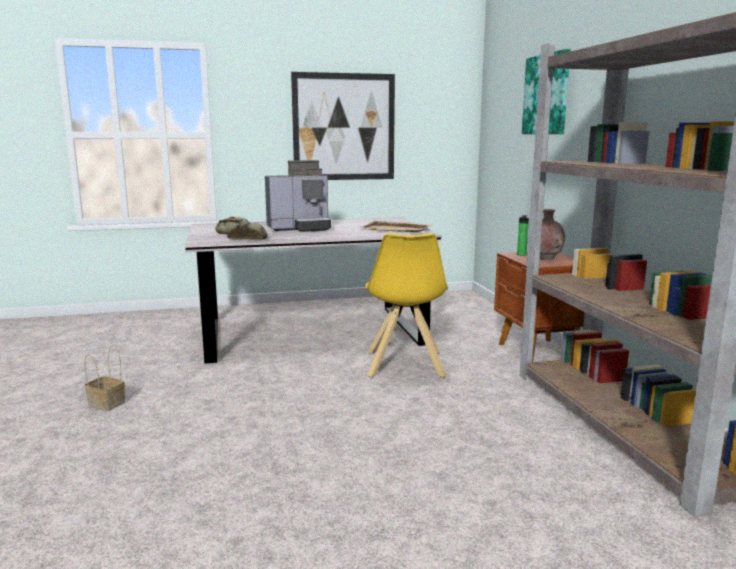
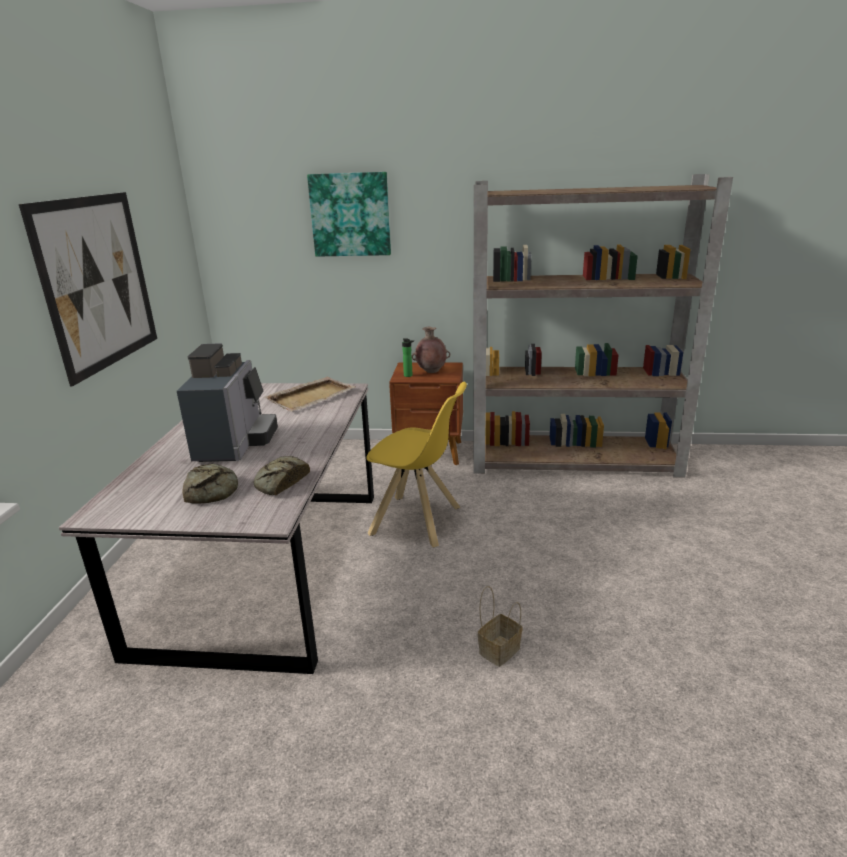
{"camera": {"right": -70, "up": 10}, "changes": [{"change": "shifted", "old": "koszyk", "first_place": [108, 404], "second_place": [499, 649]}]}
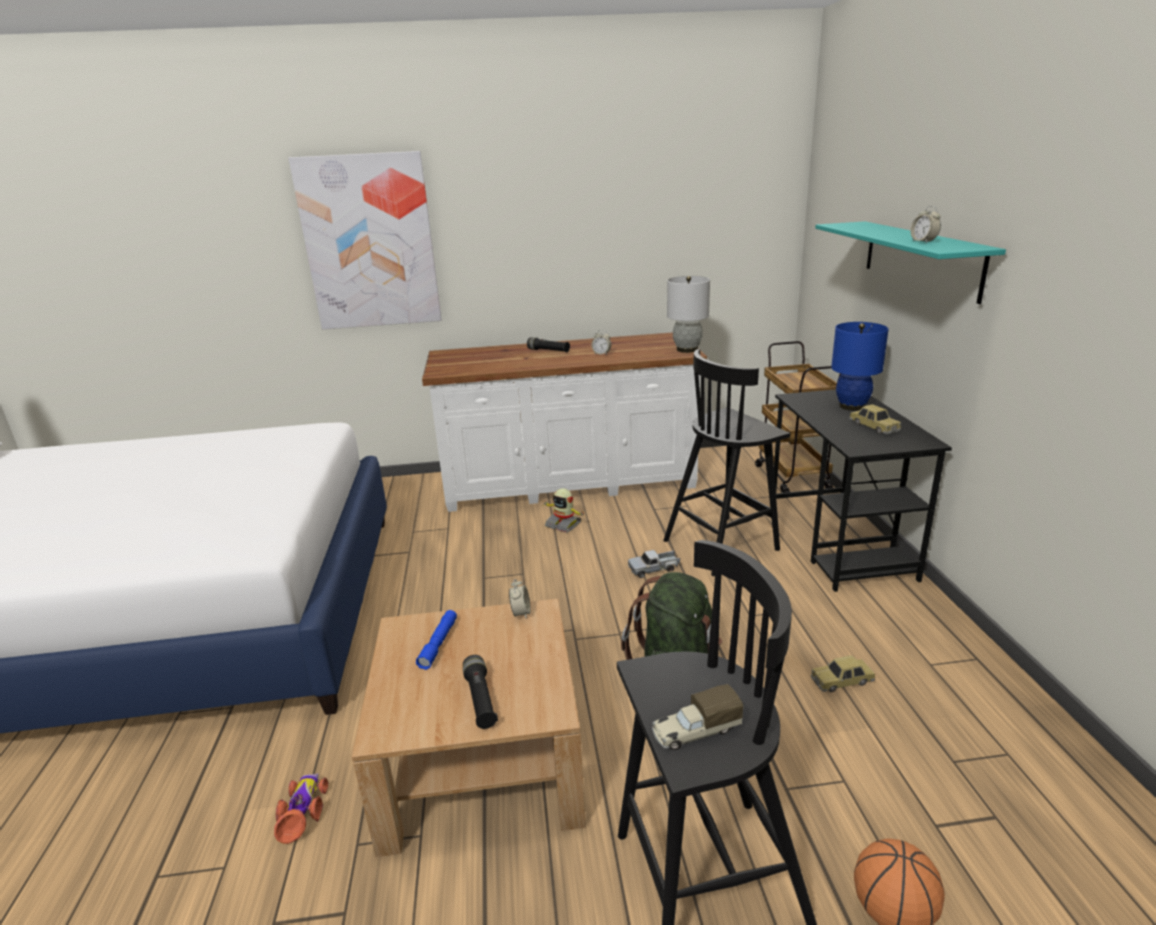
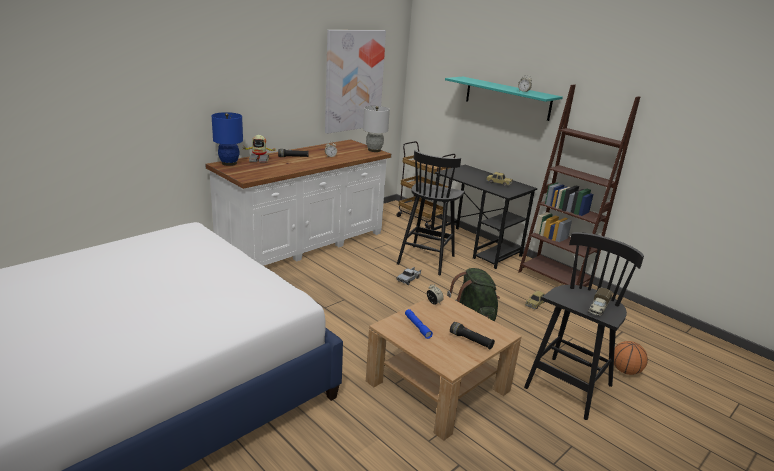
{"camera": {"right": -40, "up": 0}, "changes": [{"change": "gone", "old": "samochodzik", "first_place": [303, 810]}, {"change": "shifted", "old": "obraz", "first_place": [370, 242], "second_place": [354, 81]}, {"change": "shifted", "old": "robot zabawkowy", "first_place": [564, 524], "second_place": [259, 160]}, {"change": "shifted", "old": "lampa stołowa [niebieski]", "first_place": [852, 406], "second_place": [229, 163]}, {"change": "new", "new": "regał [brązowy]", "second_place": [554, 278]}]}
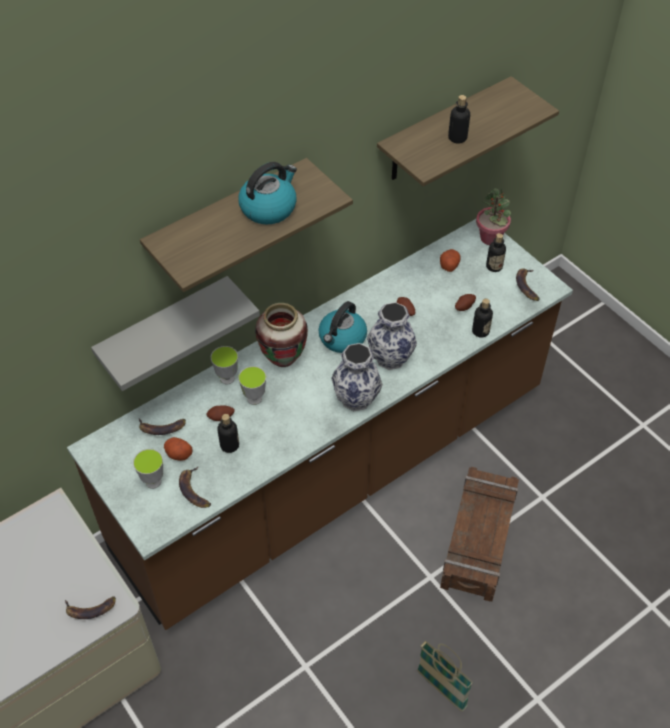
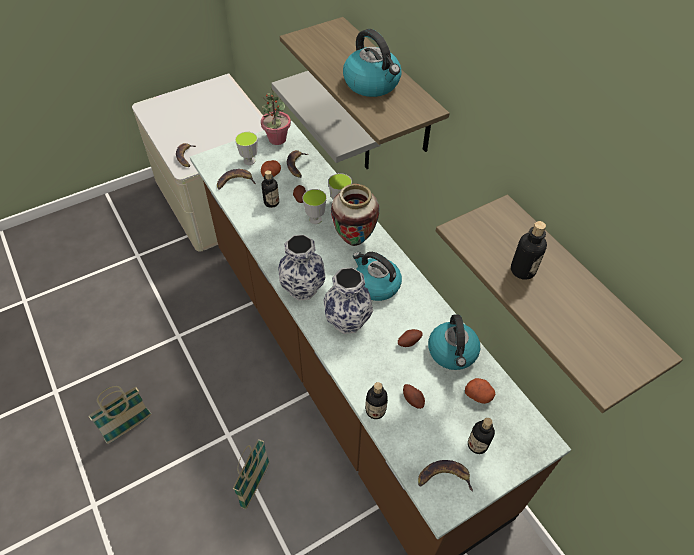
{"camera": {"right": 95, "up": 0}, "changes": [{"change": "swapped", "old": "skrzynka", "new": "koszyk", "first_place": [479, 539], "second_place": [255, 485]}, {"change": "shifted", "old": "roślina doniczkowa", "first_place": [490, 238], "second_place": [277, 139]}, {"change": "new", "new": "czajnik", "second_place": [452, 352]}]}
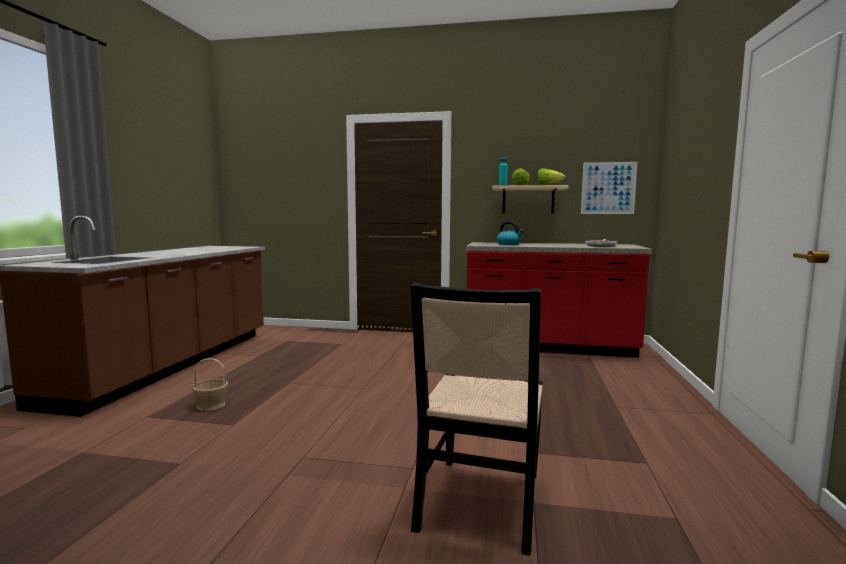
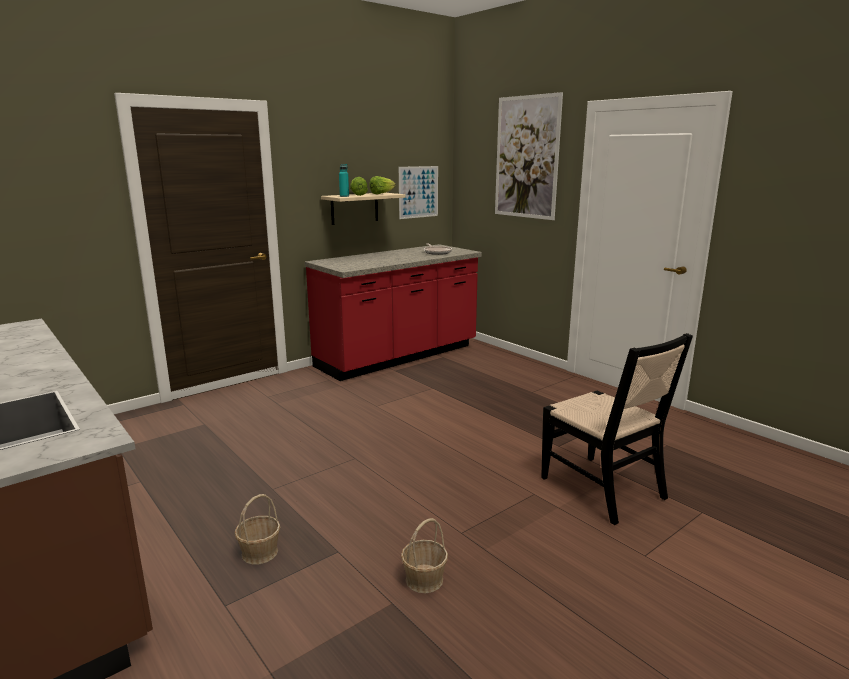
{"camera": {"right": -50, "up": 10}, "changes": [{"change": "gone", "old": "czajnik", "first_place": [509, 244]}, {"change": "new", "new": "koszyk", "second_place": [424, 580]}, {"change": "new", "new": "obraz", "second_place": [526, 157]}]}
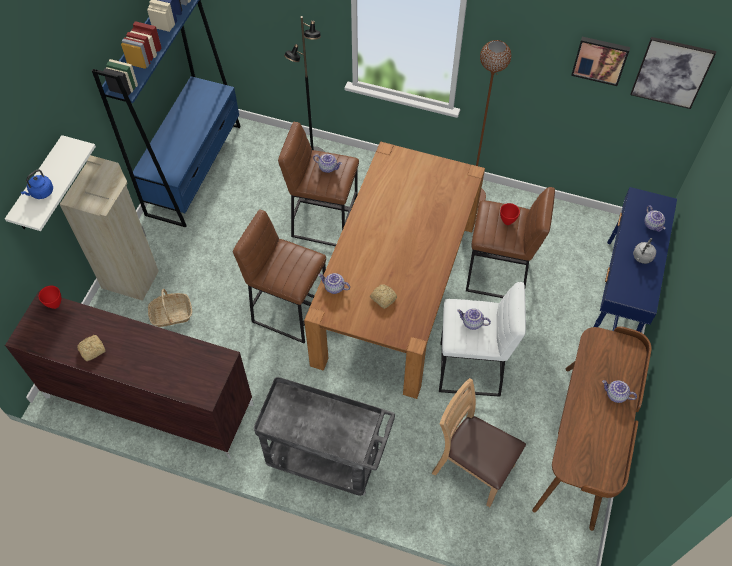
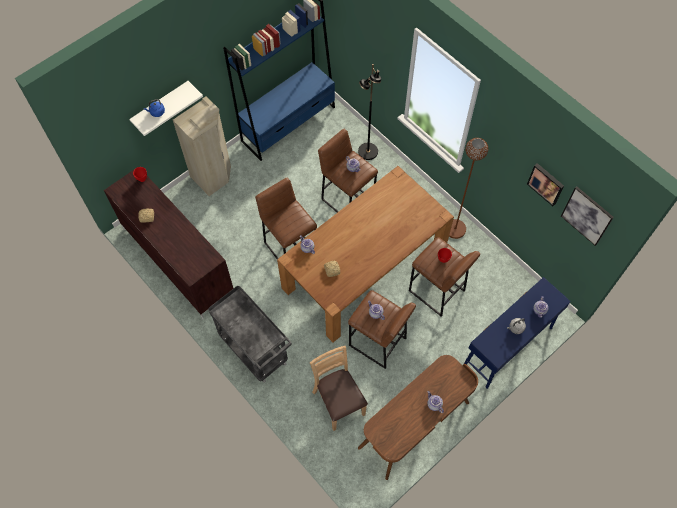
{"camera": {"right": 30, "up": 5}, "changes": [{"change": "gone", "old": "koszyk", "first_place": [171, 314]}, {"change": "repainted", "old": "stołek [biały]", "new": "stołek [brązowy]", "first_place": [471, 369], "second_place": [378, 342]}]}
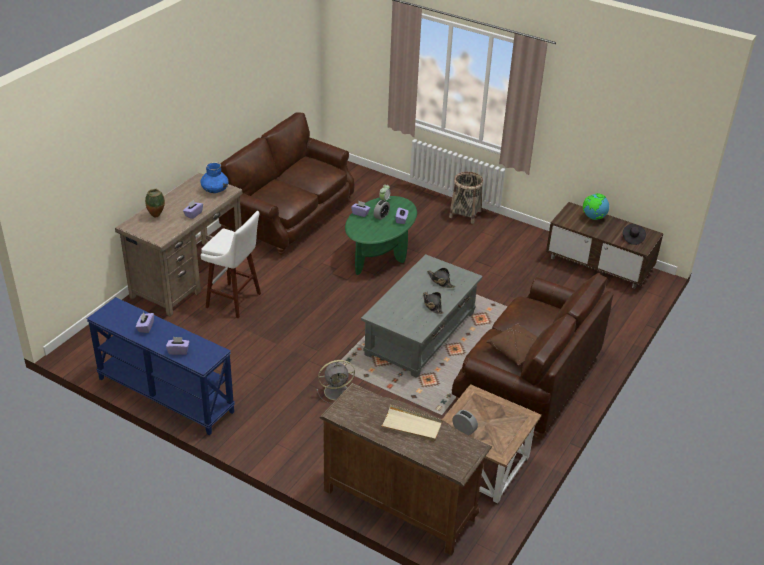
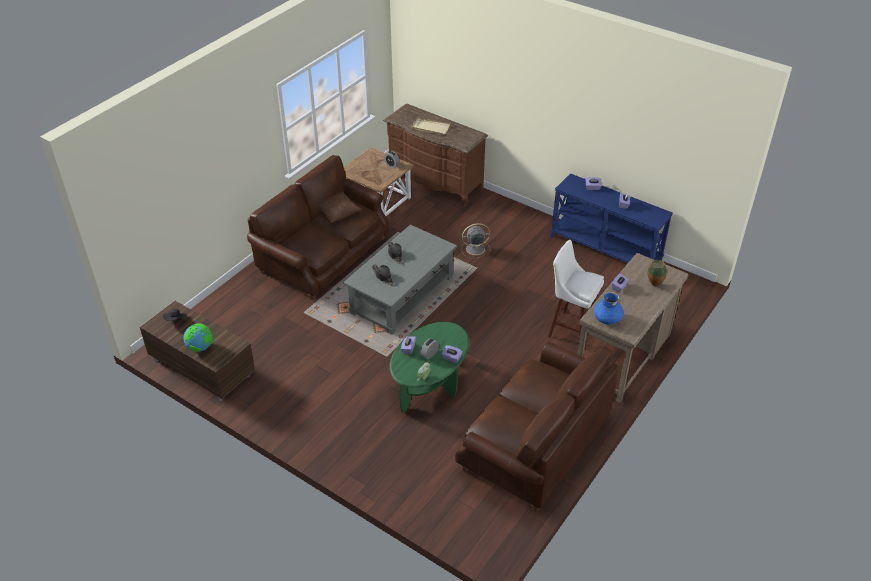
{"camera": {"right": -175, "up": 5}, "changes": [{"change": "gone", "old": "koszyk", "first_place": [465, 214]}]}
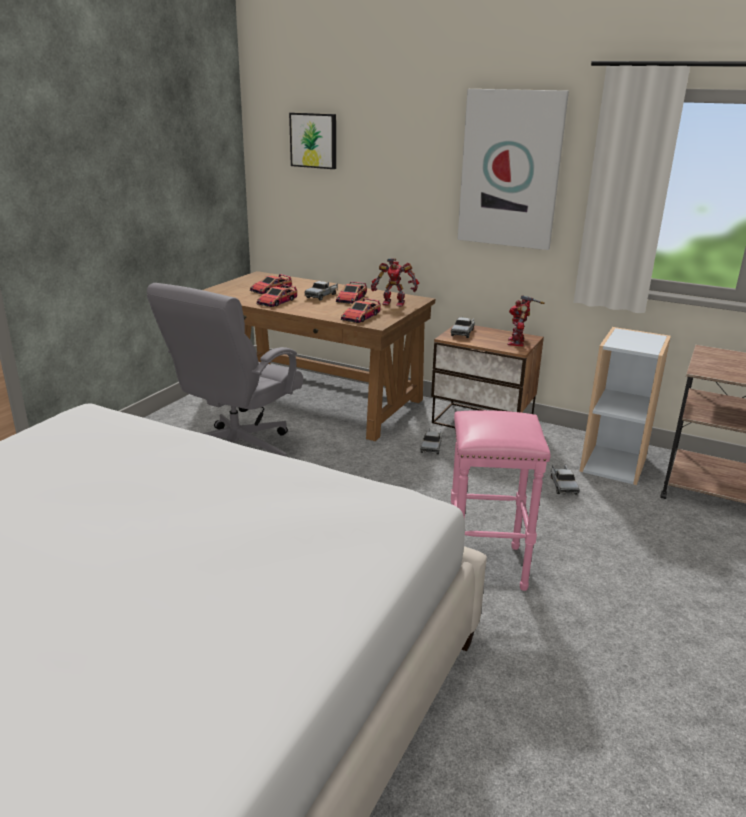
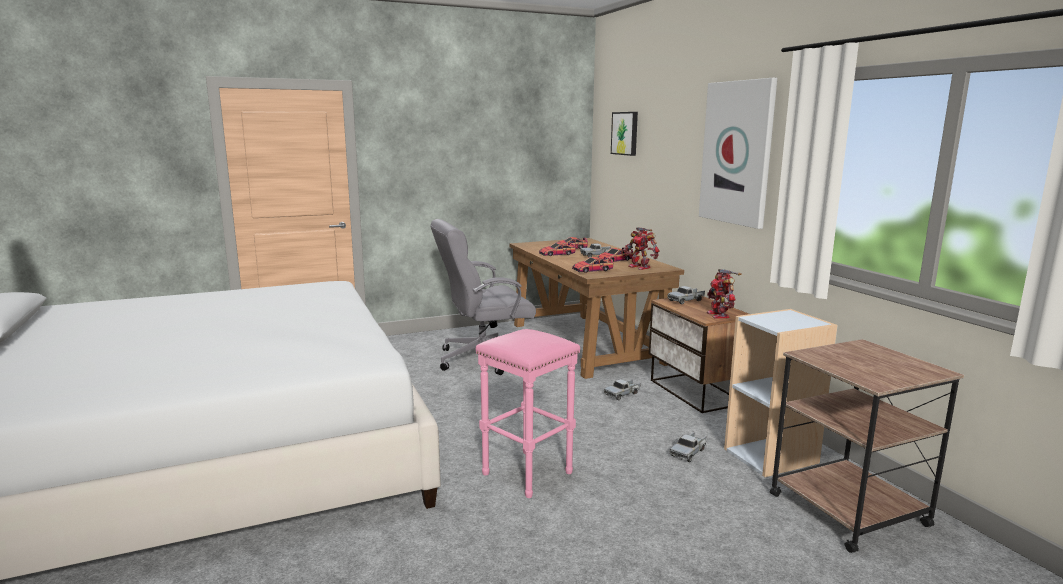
{"camera": {"right": 40, "up": -10}, "changes": [{"change": "rotated", "old": "robot zabawkowy", "first_place": [518, 342], "second_place": [719, 315], "degrees": -60}]}
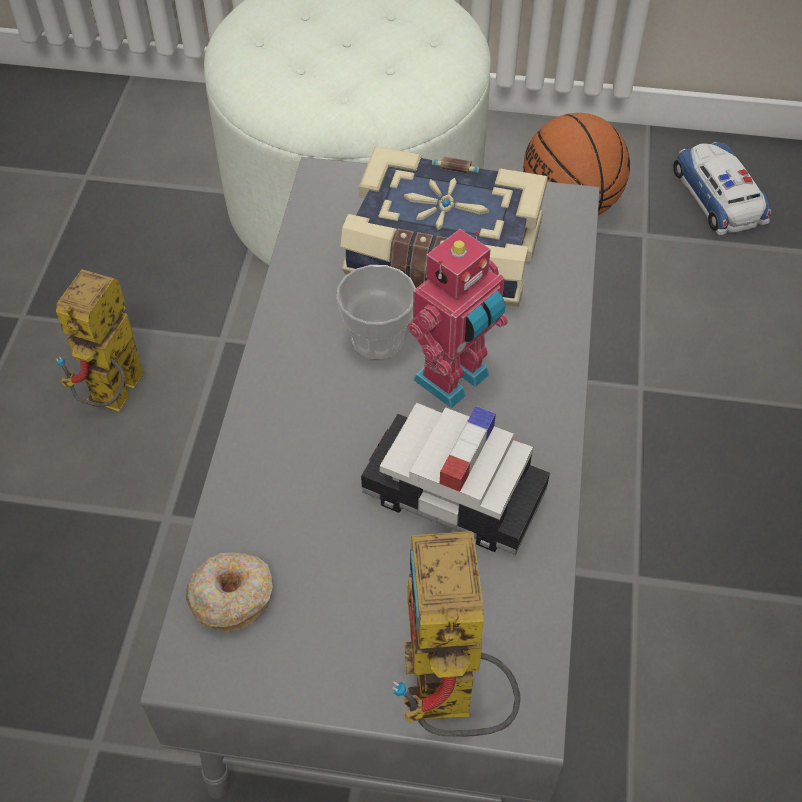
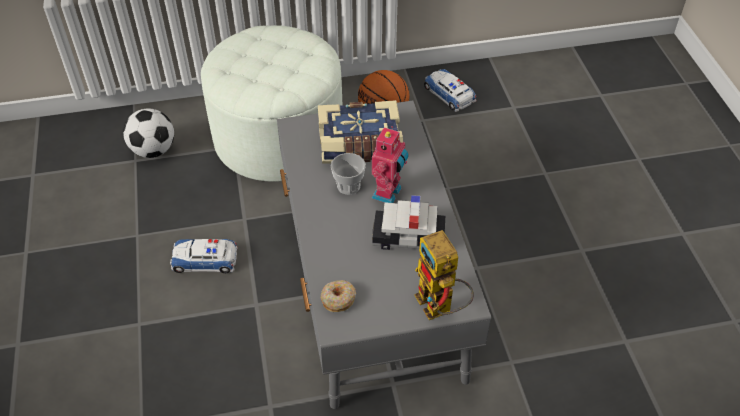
{"camera": {"right": -20, "up": -5}, "changes": [{"change": "swapped", "old": "robot zabawkowy", "new": "samochodzik", "first_place": [115, 399], "second_place": [205, 260]}, {"change": "new", "new": "piłka futbolowa", "second_place": [153, 150]}]}
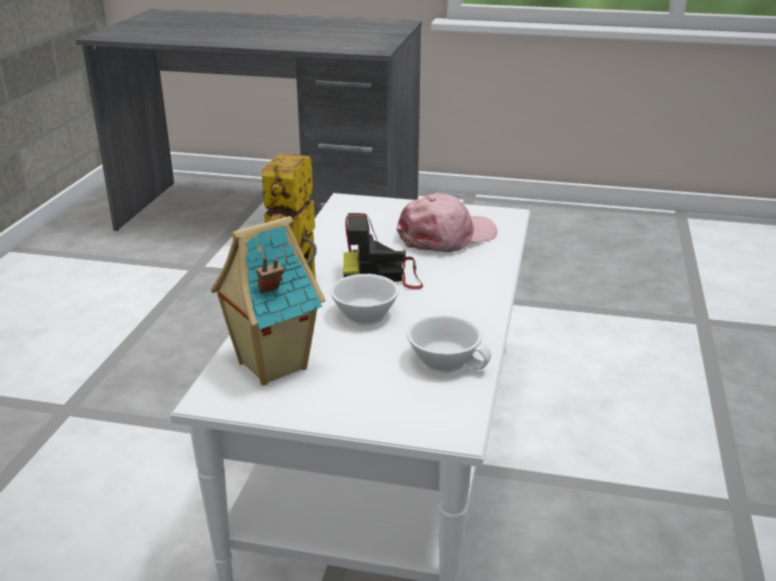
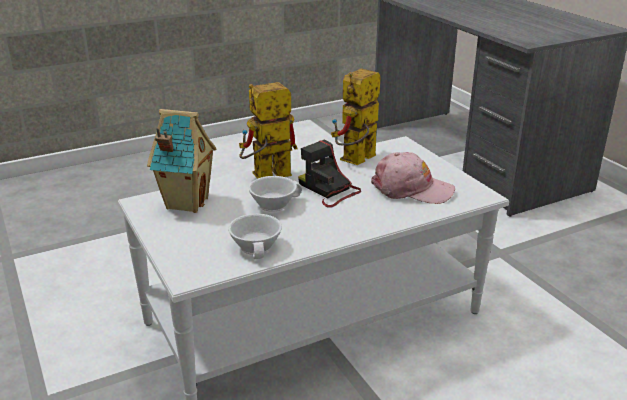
{"camera": {"right": 50, "up": 0}, "changes": [{"change": "new", "new": "robot zabawkowy", "second_place": [356, 161]}]}
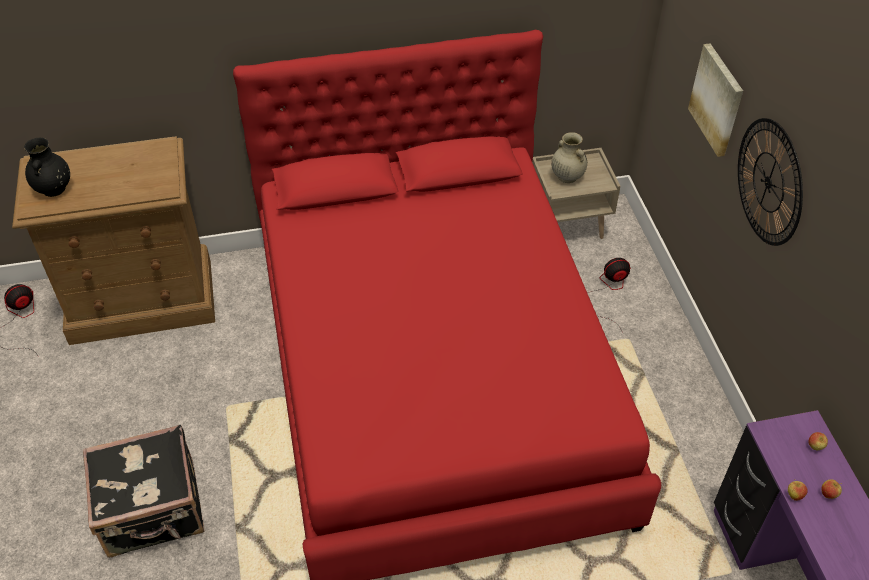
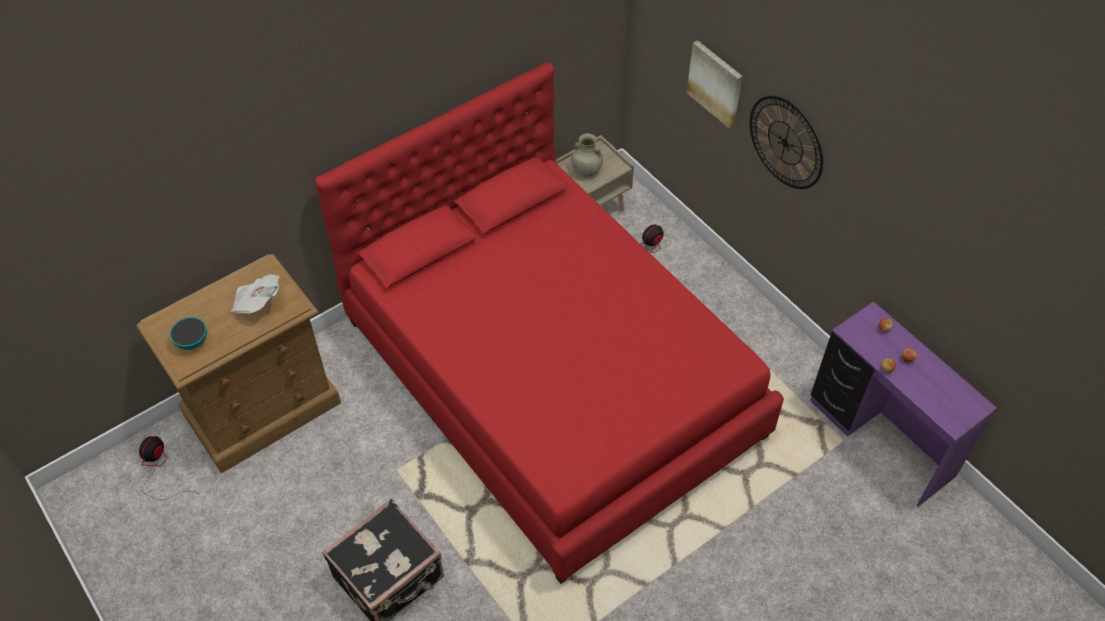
{"camera": {"right": -25, "up": 5}, "changes": [{"change": "swapped", "old": "wazon [czarny]", "new": "miska", "first_place": [54, 189], "second_place": [192, 342]}, {"change": "new", "new": "gazeta", "second_place": [257, 302]}]}
